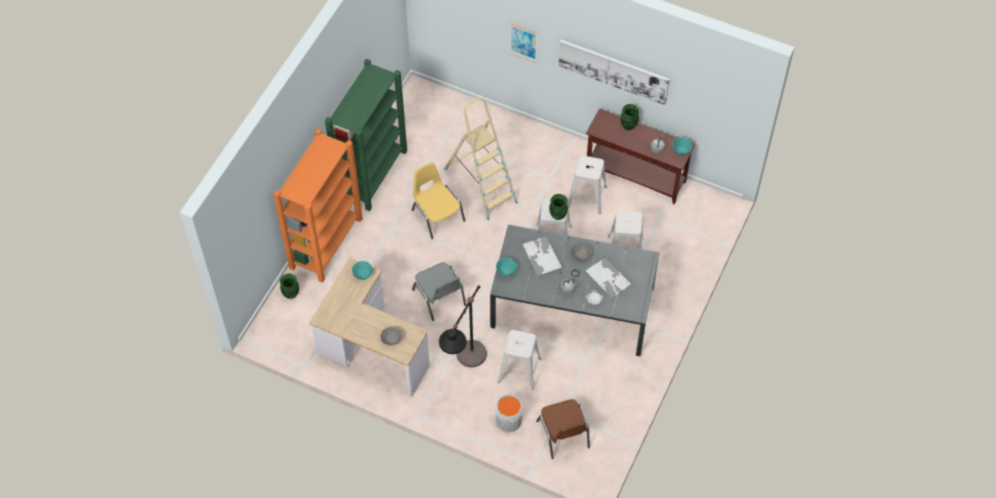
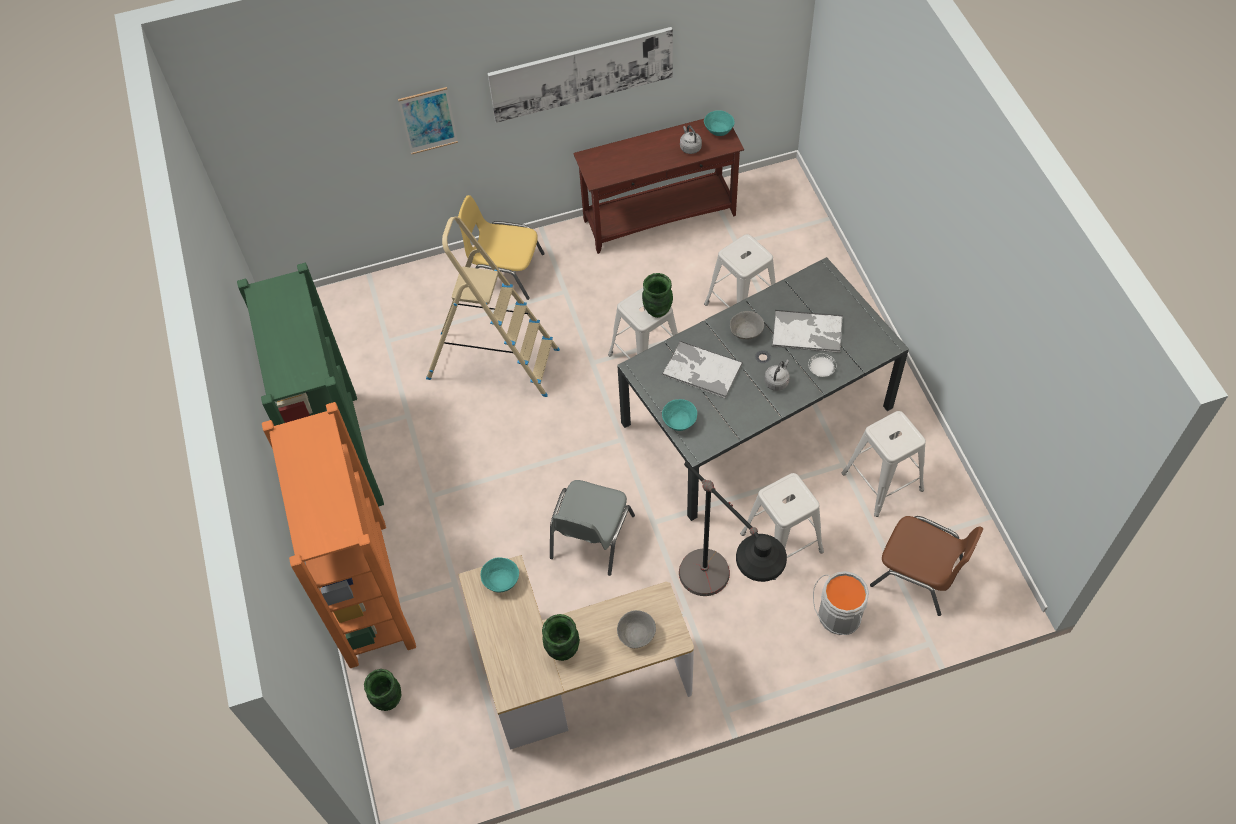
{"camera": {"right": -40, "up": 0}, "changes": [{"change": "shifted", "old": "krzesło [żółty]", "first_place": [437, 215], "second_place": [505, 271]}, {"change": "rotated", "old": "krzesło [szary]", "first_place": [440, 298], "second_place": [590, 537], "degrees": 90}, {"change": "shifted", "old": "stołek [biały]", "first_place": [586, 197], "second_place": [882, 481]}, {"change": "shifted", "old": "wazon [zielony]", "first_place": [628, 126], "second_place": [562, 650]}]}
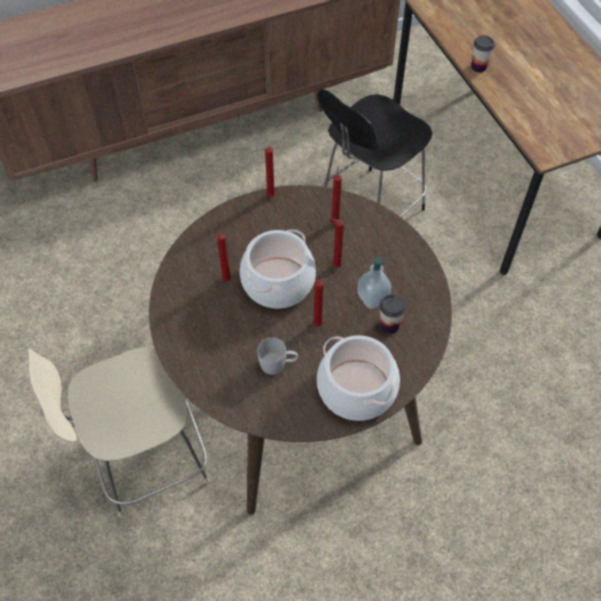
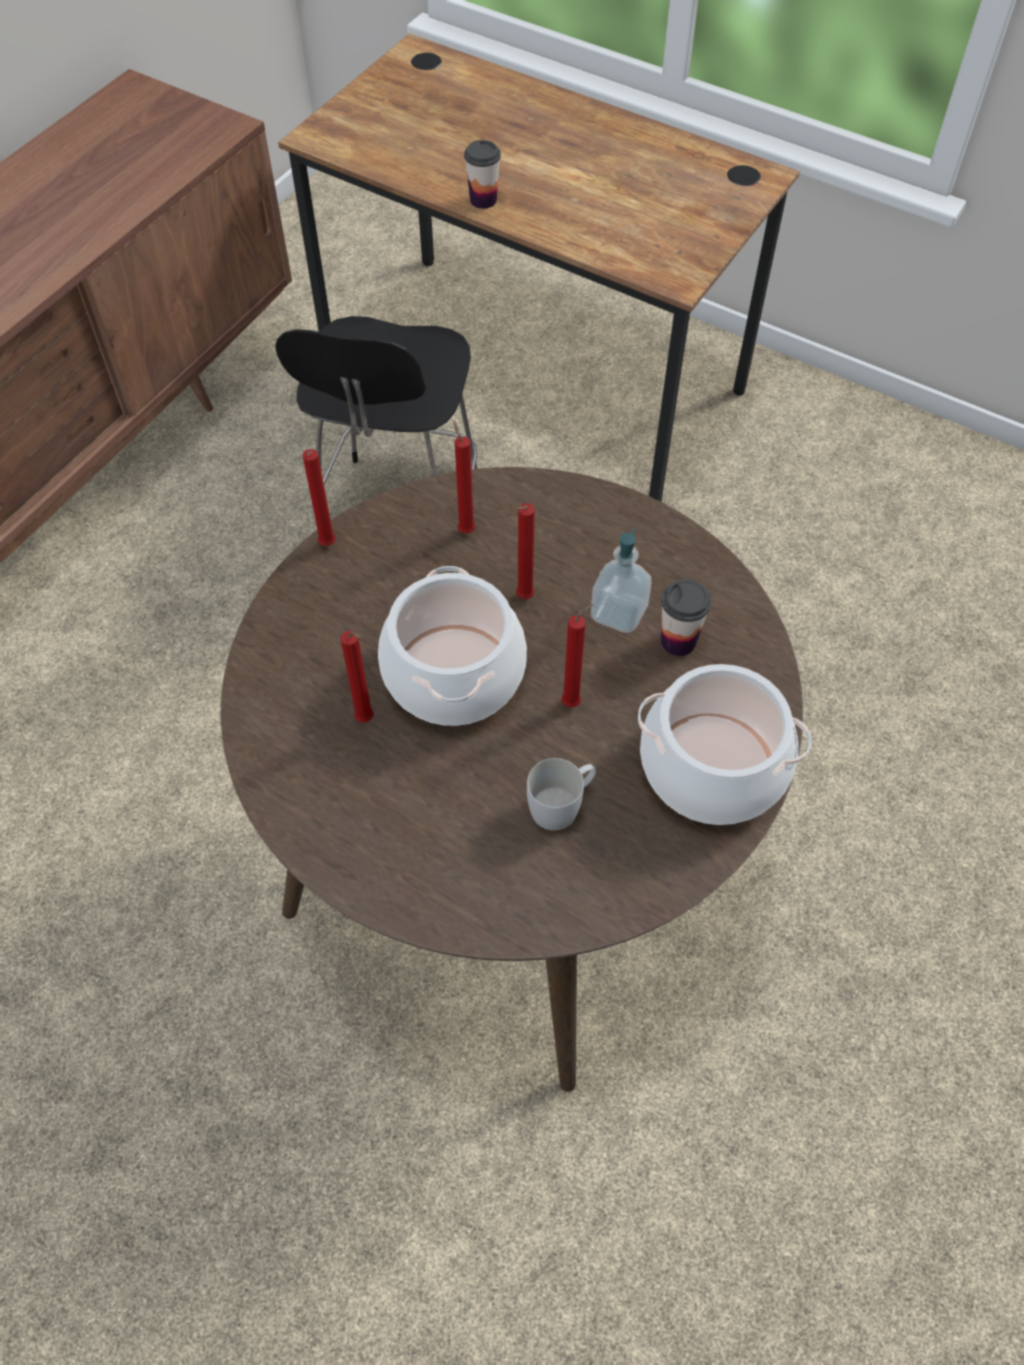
{"camera": {"right": -35, "up": 0}, "changes": [{"change": "gone", "old": "krzesło [beżowy]", "first_place": [147, 461]}]}
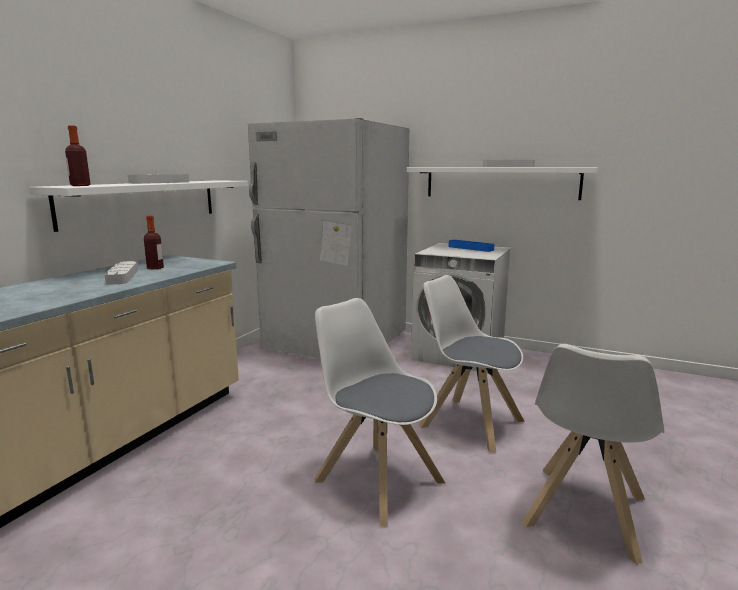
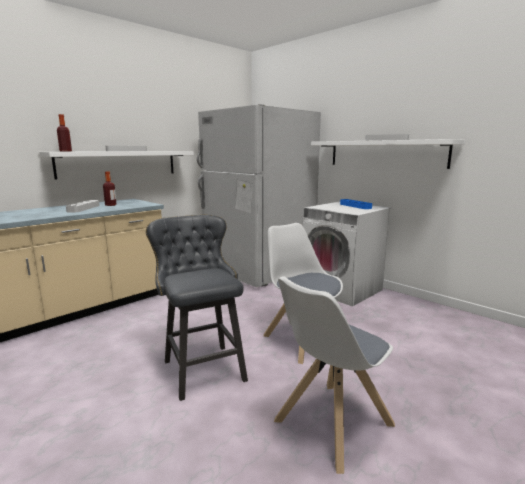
{"camera": {"right": 20, "up": 0}, "changes": [{"change": "swapped", "old": "krzesło", "new": "stołek [szary]", "first_place": [376, 479], "second_place": [201, 364]}]}
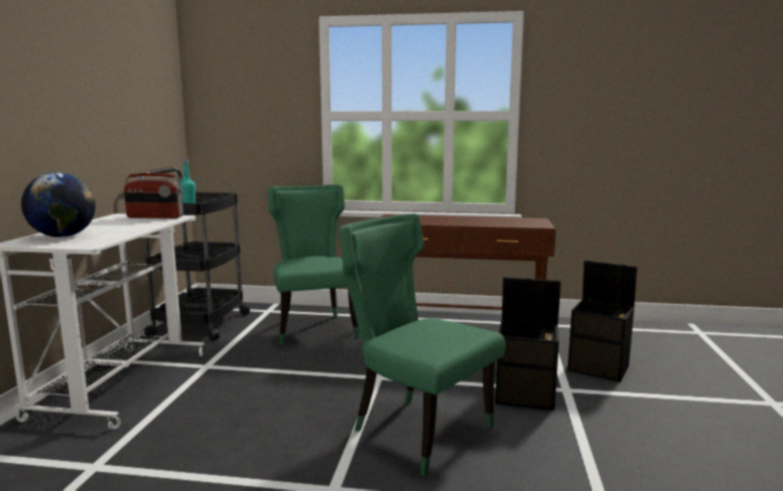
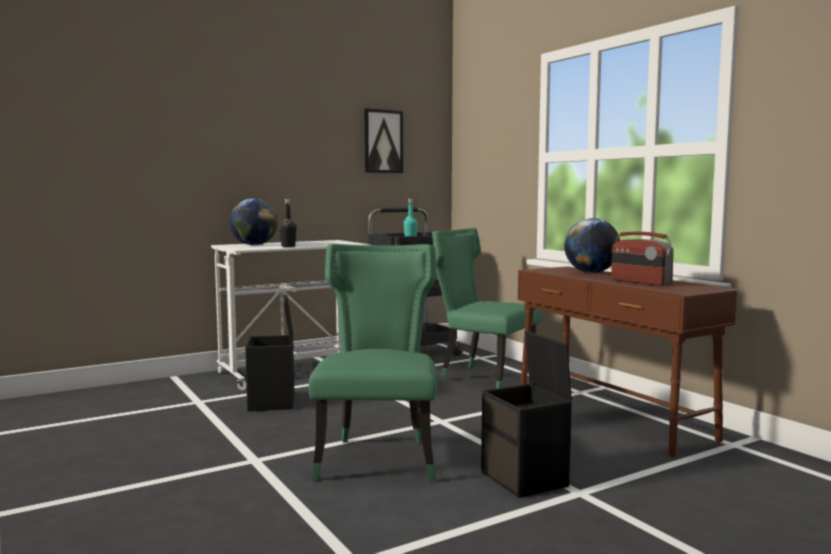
{"camera": {"right": 50, "up": -5}, "changes": [{"change": "shifted", "old": "radio", "first_place": [155, 217], "second_place": [640, 282]}, {"change": "rotated", "old": "krzesło [zielony]", "first_place": [314, 328], "second_place": [482, 378], "degrees": -90}, {"change": "shifted", "old": "pojemnik do przechowywania [czarny]", "first_place": [599, 368], "second_place": [272, 403]}, {"change": "new", "new": "butelka [czarny]", "second_place": [288, 247]}, {"change": "new", "new": "obraz", "second_place": [383, 141]}, {"change": "new", "new": "globus", "second_place": [591, 272]}]}
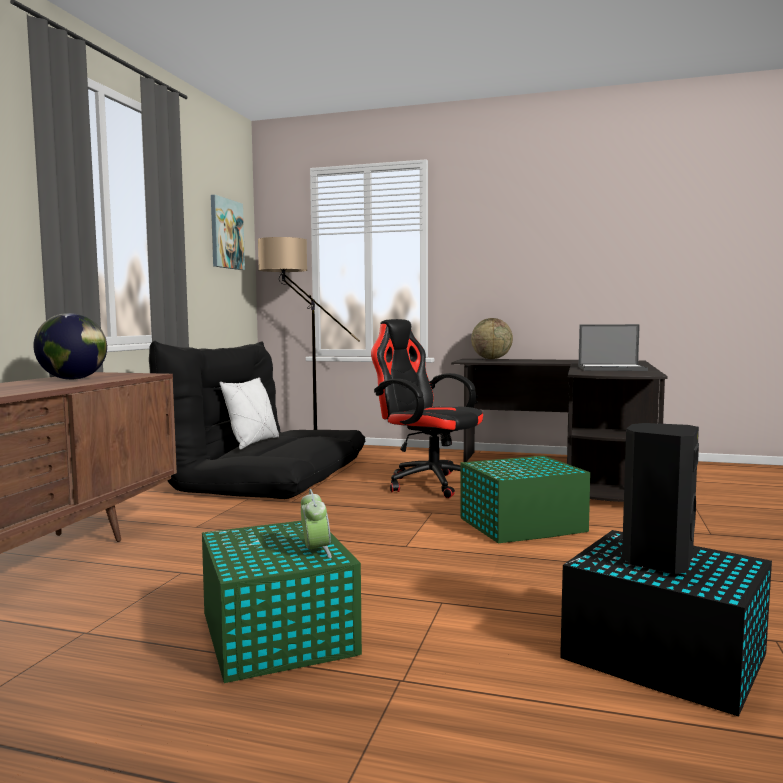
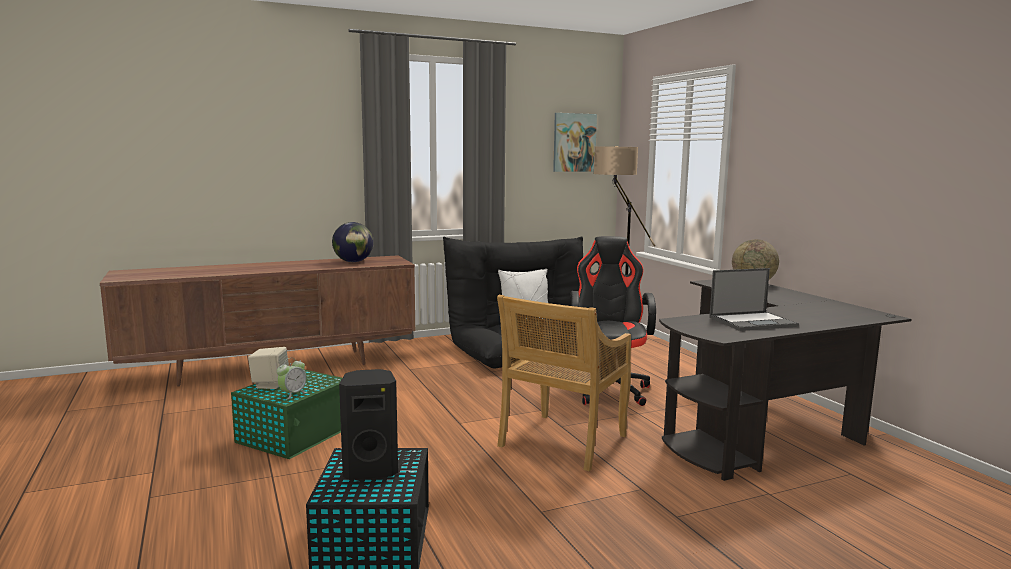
{"camera": {"right": 50, "up": 5}, "changes": [{"change": "swapped", "old": "pojemnik do przechowywania [zielony]", "new": "krzesło [beżowy]", "first_place": [520, 525], "second_place": [562, 442]}, {"change": "rotated", "old": "laptop", "first_place": [612, 369], "second_place": [753, 322], "degrees": -75}, {"change": "new", "new": "głośnik [beżowy]", "second_place": [270, 384]}]}
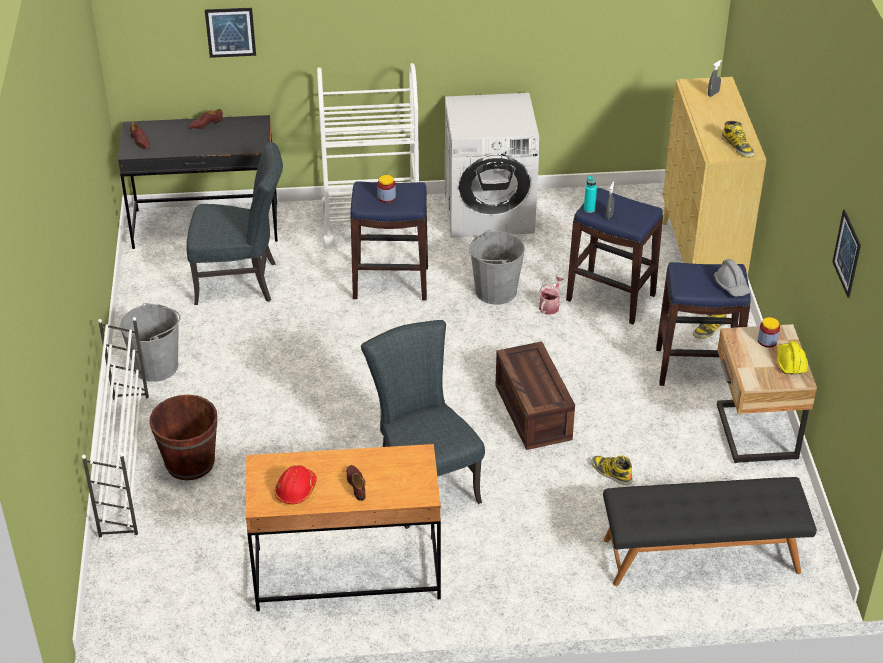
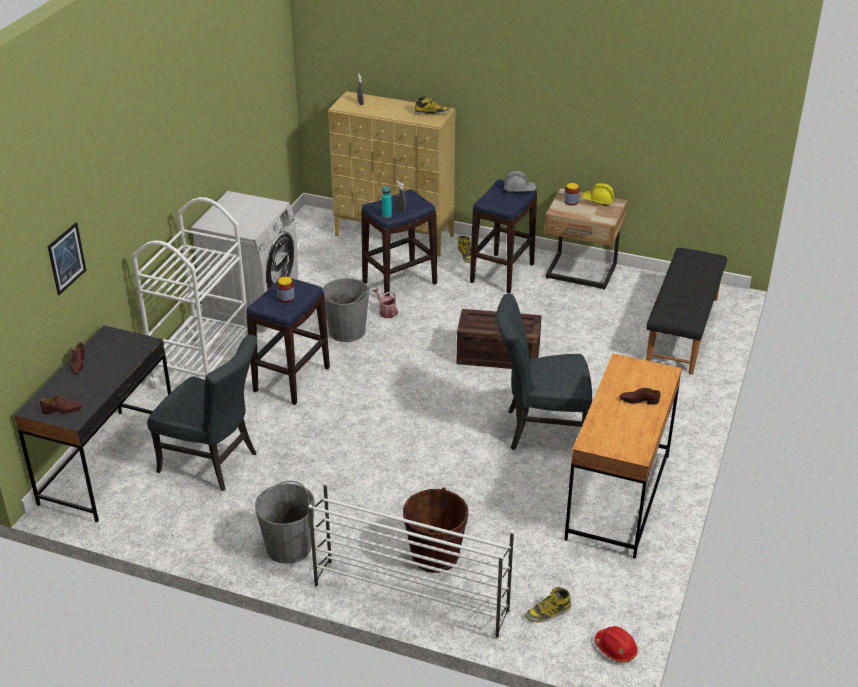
{"camera": {"right": -65, "up": -5}, "changes": [{"change": "rotated", "old": "krzesło [szary]", "first_place": [242, 281], "second_place": [213, 462], "degrees": 90}, {"change": "shifted", "old": "kask [czerwony]", "first_place": [296, 490], "second_place": [615, 649]}, {"change": "shifted", "old": "but z cholewką", "first_place": [611, 472], "second_place": [548, 612]}, {"change": "gone", "old": "obraz", "first_place": [847, 253]}]}
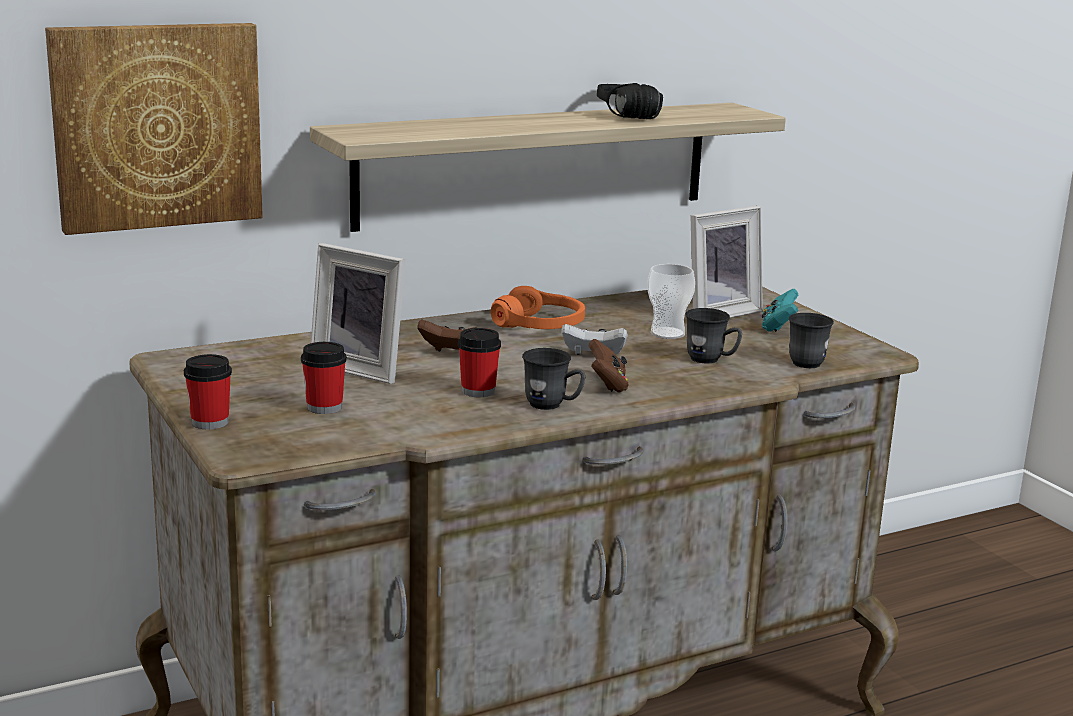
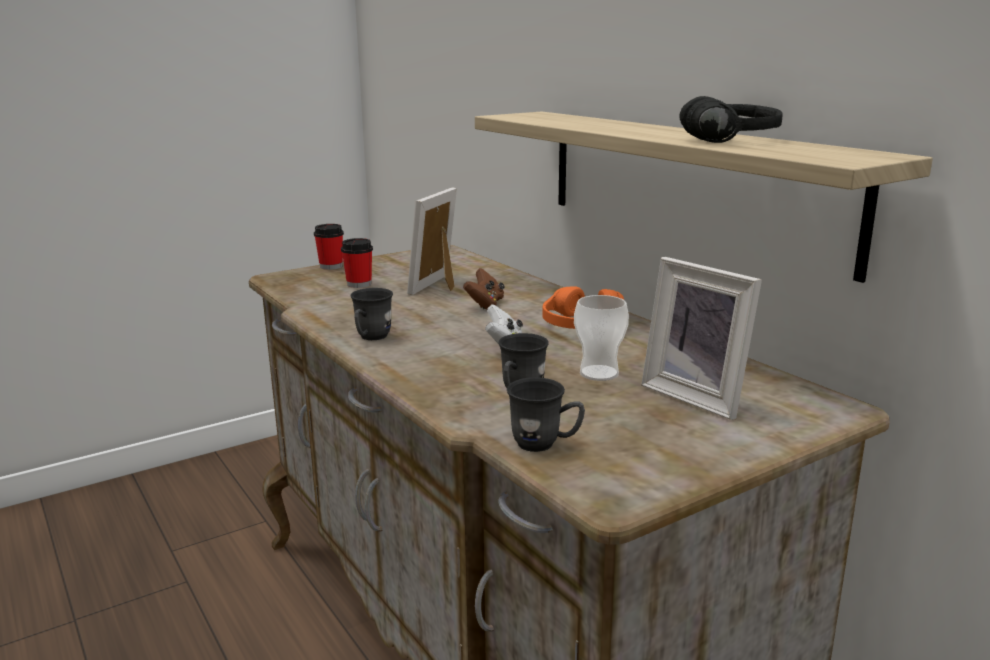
{"camera": {"right": 85, "up": 0}, "changes": [{"change": "gone", "old": "obraz", "first_place": [157, 126]}, {"change": "gone", "old": "filiżanka", "first_place": [478, 391]}, {"change": "gone", "old": "pad do gier [brązowy]", "first_place": [607, 385]}, {"change": "gone", "old": "pad do gier [turkusowy]", "first_place": [778, 327]}]}
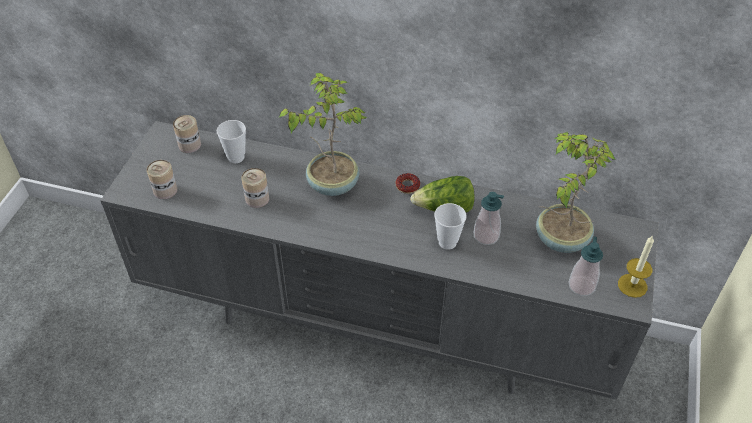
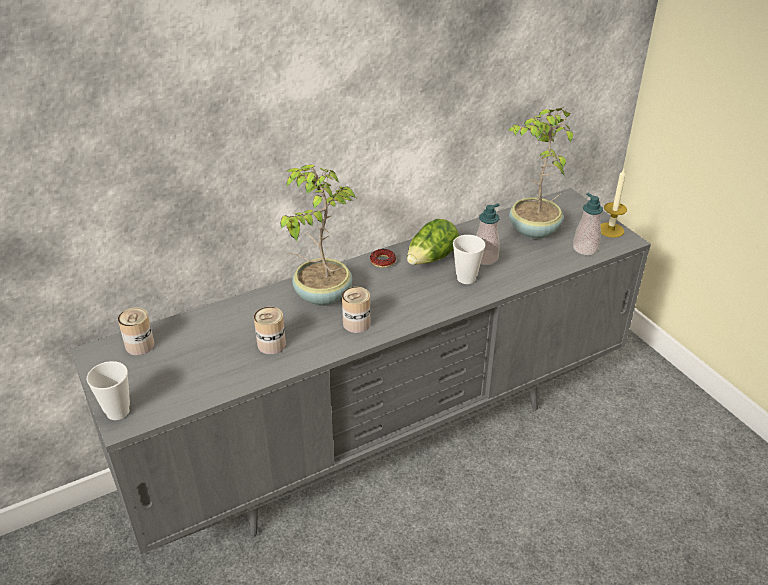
{"camera": {"right": -45, "up": -10}, "changes": [{"change": "shifted", "old": "puszka", "first_place": [165, 190], "second_place": [356, 323]}, {"change": "shifted", "old": "filiżanka", "first_place": [236, 157], "second_place": [118, 412]}]}
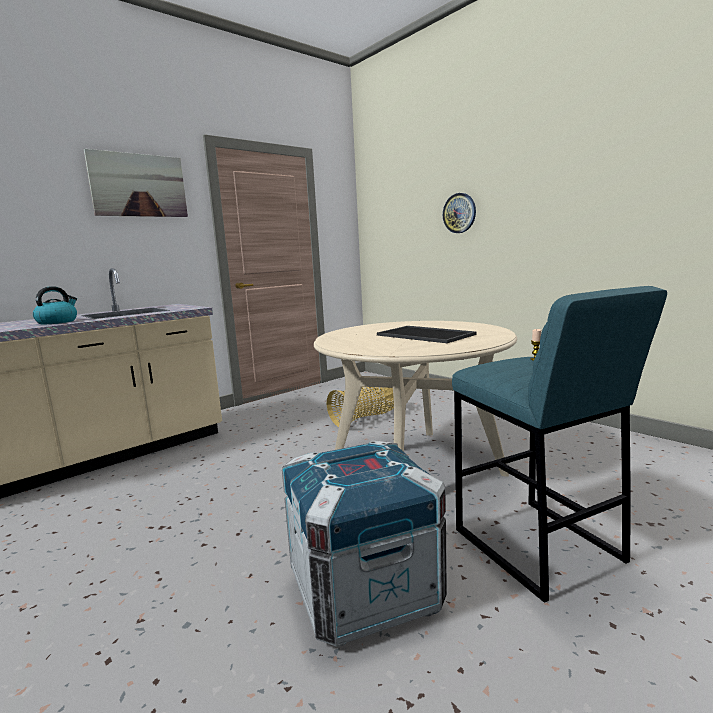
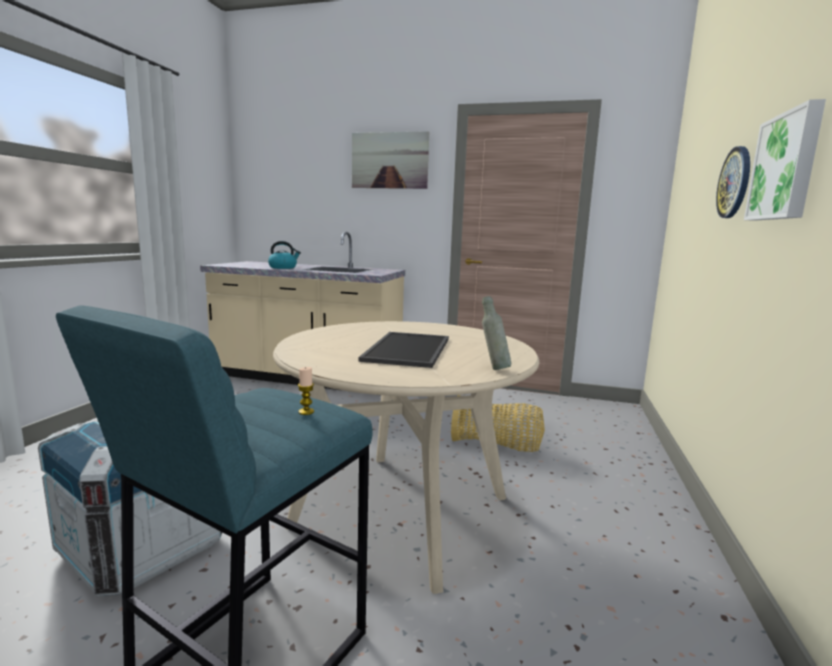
{"camera": {"right": 55, "up": 0}, "changes": [{"change": "new", "new": "butelka [szary]", "second_place": [493, 368]}, {"change": "new", "new": "obraz", "second_place": [786, 167]}]}
